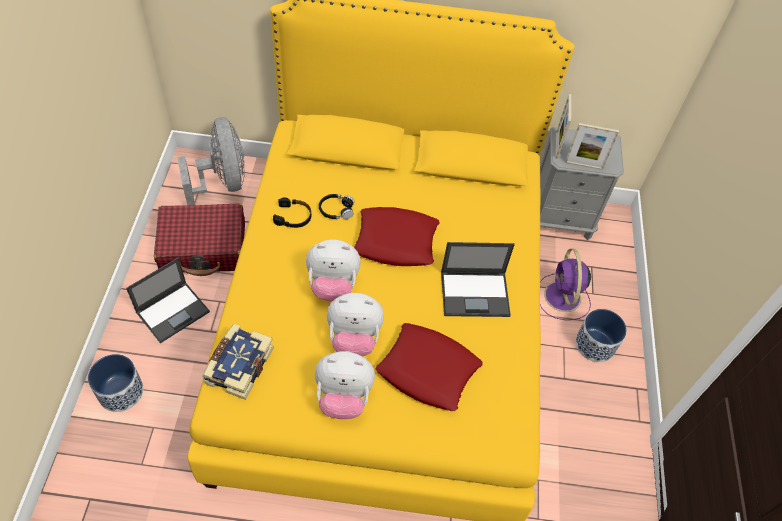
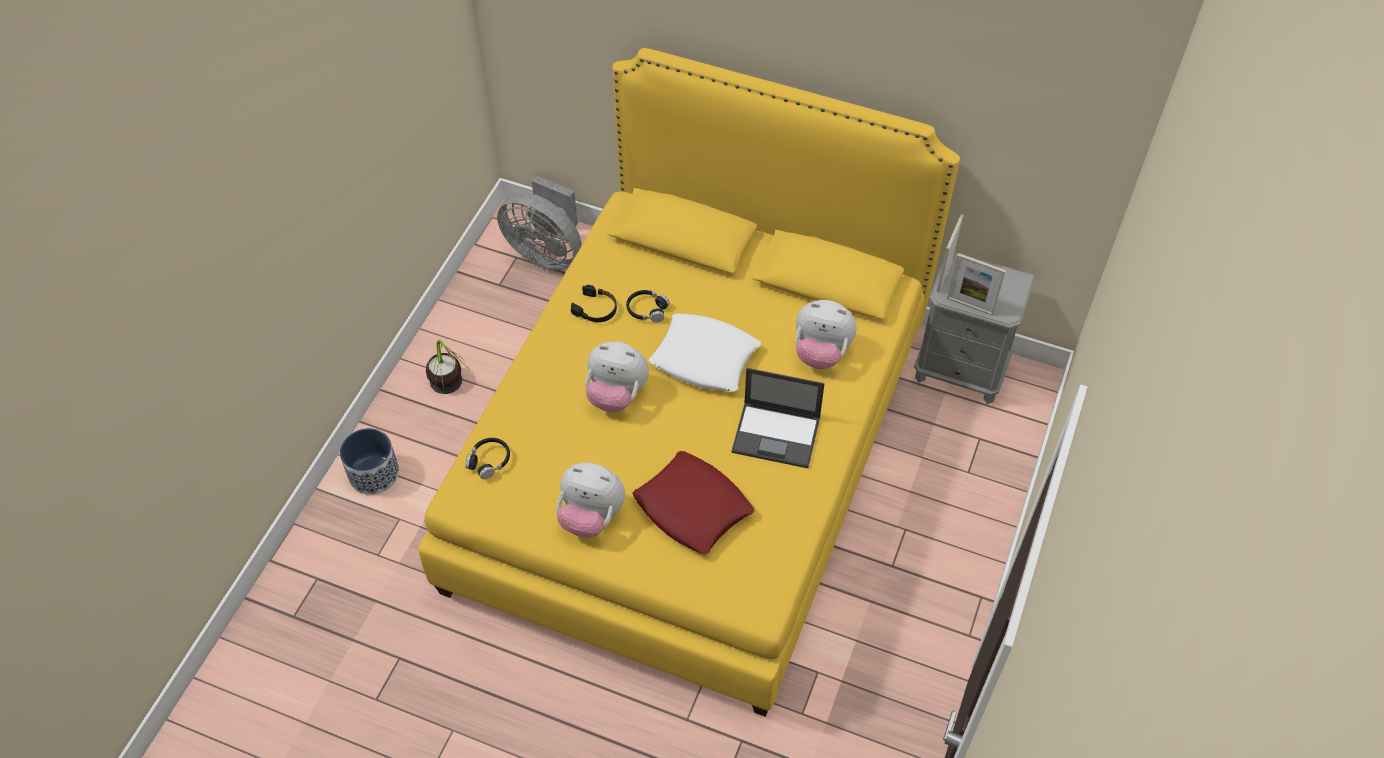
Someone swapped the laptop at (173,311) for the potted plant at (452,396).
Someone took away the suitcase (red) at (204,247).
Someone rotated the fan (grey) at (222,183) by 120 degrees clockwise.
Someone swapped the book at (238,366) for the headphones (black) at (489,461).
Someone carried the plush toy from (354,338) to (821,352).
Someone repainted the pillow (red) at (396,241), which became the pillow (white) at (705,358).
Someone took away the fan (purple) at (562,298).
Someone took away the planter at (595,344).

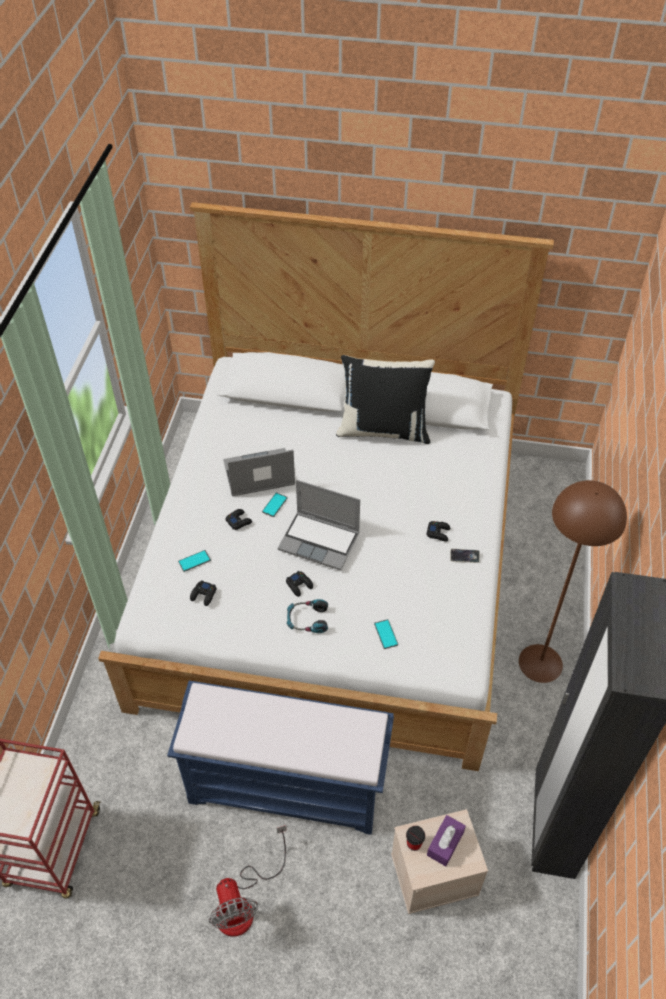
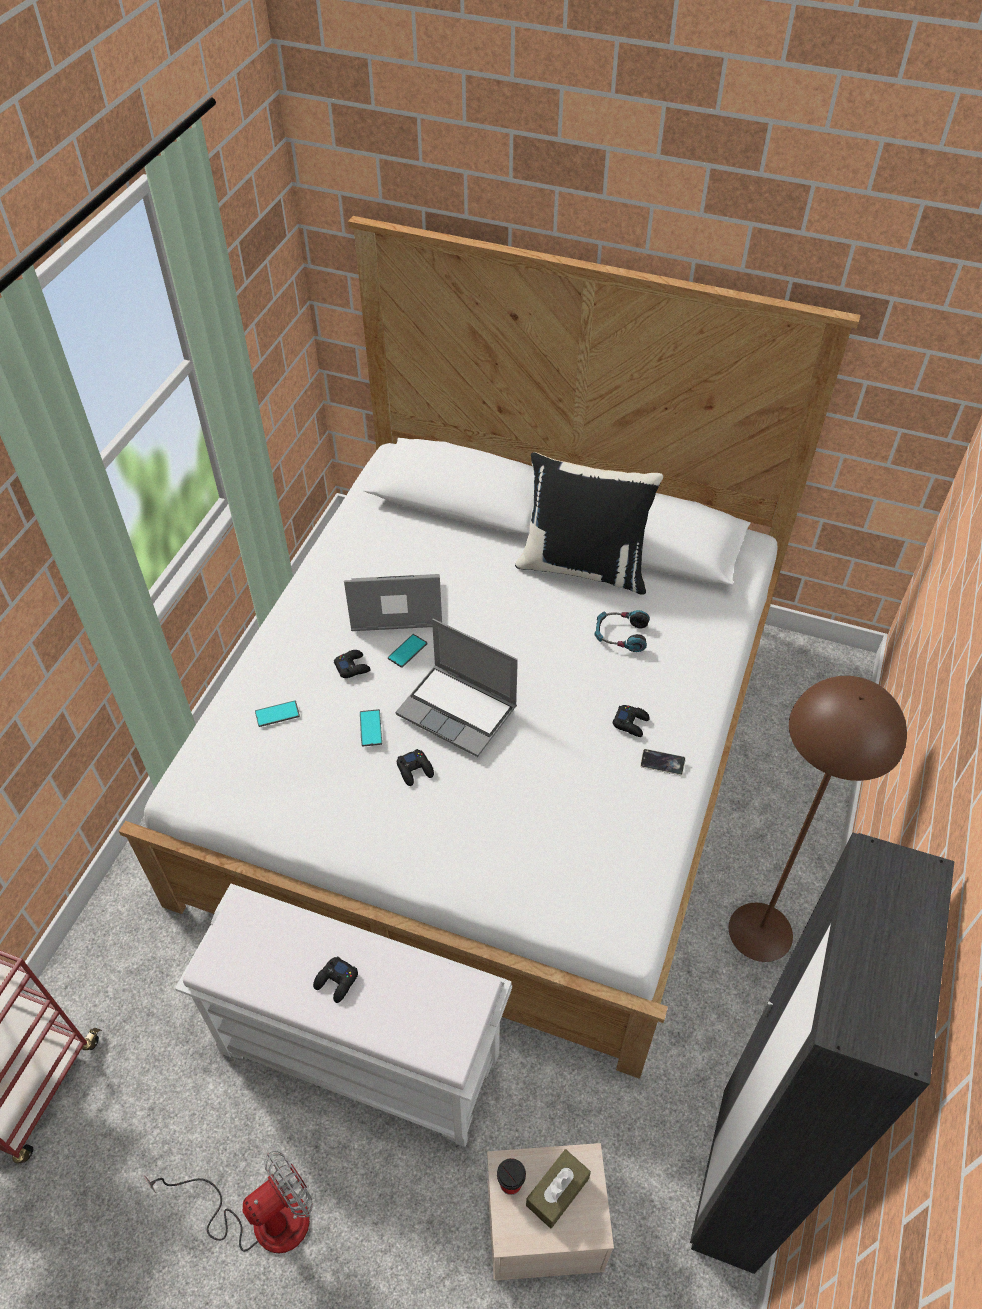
Someone repainted the bench (blue) at (288,786), which became the bench (white) at (362,1052).
Someone carried the game controller (black) from (204,595) to (336,982).
Someone rotated the fan at (243,903) by 120 degrees counterclockwise.
Someone carried the headphones from (307,620) to (621,635).
Someone carried the phone from (385,634) to (370,728).
Someone repainted the tissue box (purple) at (445,843), which became the tissue box (brown) at (557,1192).

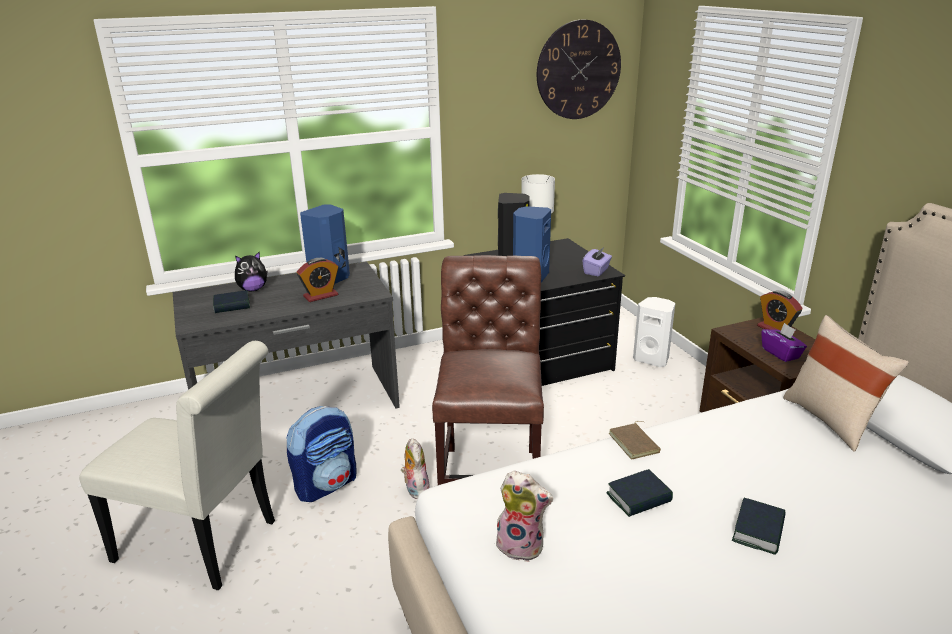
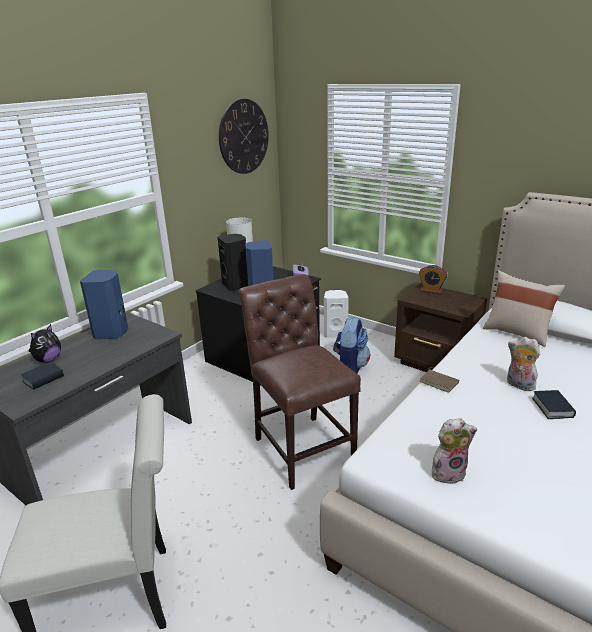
Someone carried the backpack from (327,484) to (350,367).
Someone took away the alarm clock at (320,296).
Someone carried the plush toy from (415,489) to (518,385).
Someone took away the book at (639,498).
Someone took away the tissue box (purple) at (781,353).

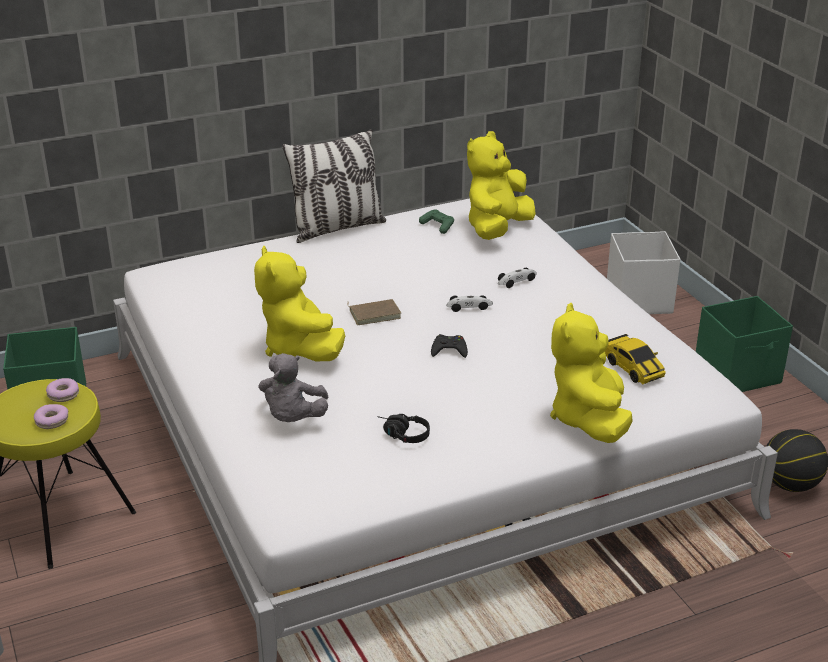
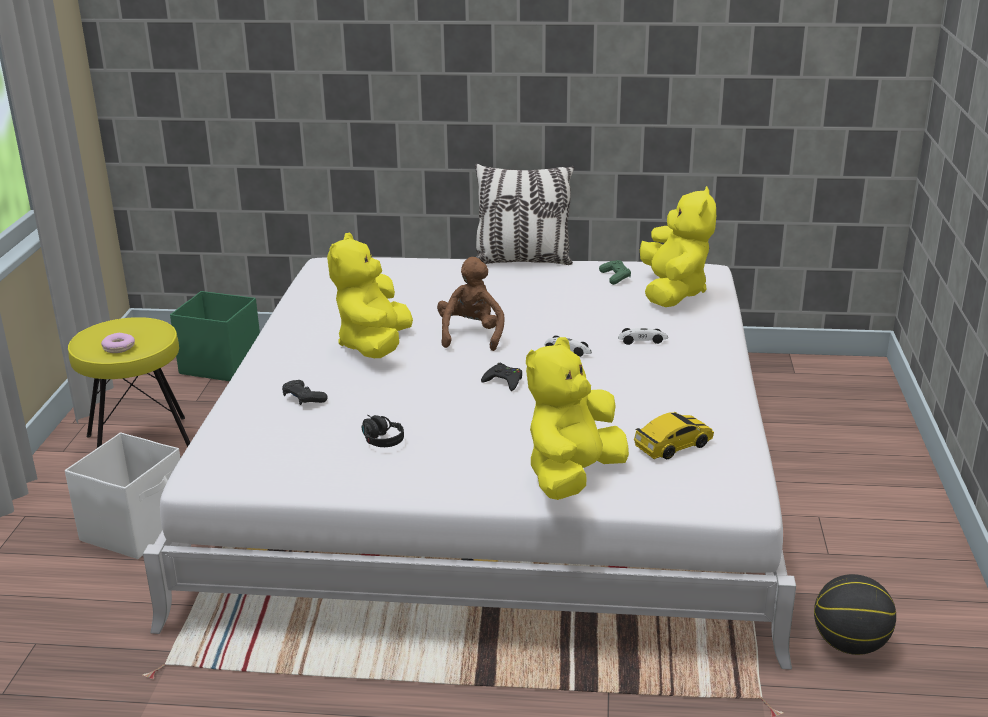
Someone took away the donut at (63,394).
Someone swapped the plush toy (grey) at (293,418) for the game controller (black) at (303,399).
Someone swapped the book (brown) at (374,314) for the plush toy (brown) at (471,335).
Someone rotated the plush toy (yellow) at (497,229) by 120 degrees clockwise.
Someone rotated the toy car at (633,368) by 120 degrees counterclockwise.
Someone carried the storage box (white) from (639,299) to (137,529).
Someone took away the storage box (green) at (738,374).

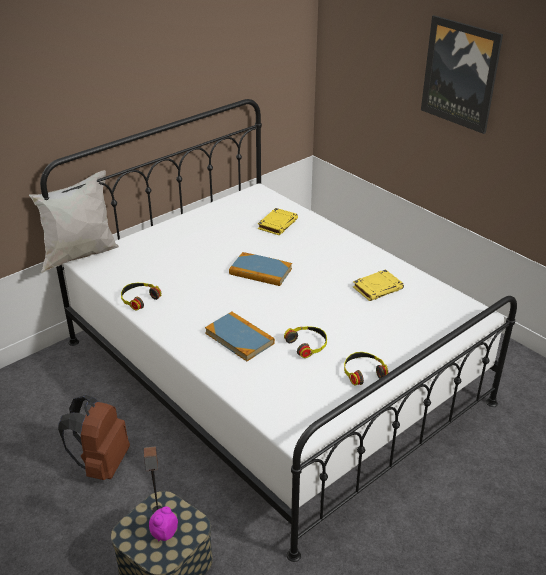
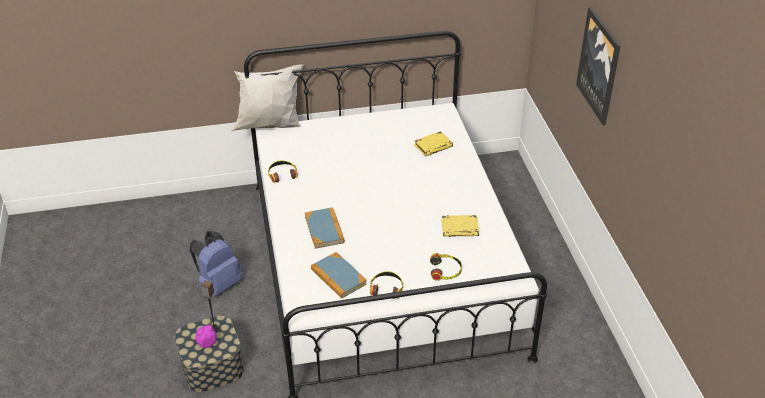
Someone repainted the backpack (brown) at (101,464), which became the backpack (blue) at (218,284).
Someone carried the book from (260,271) to (338,277).
Someone carried the headphones from (307,344) to (445,270).

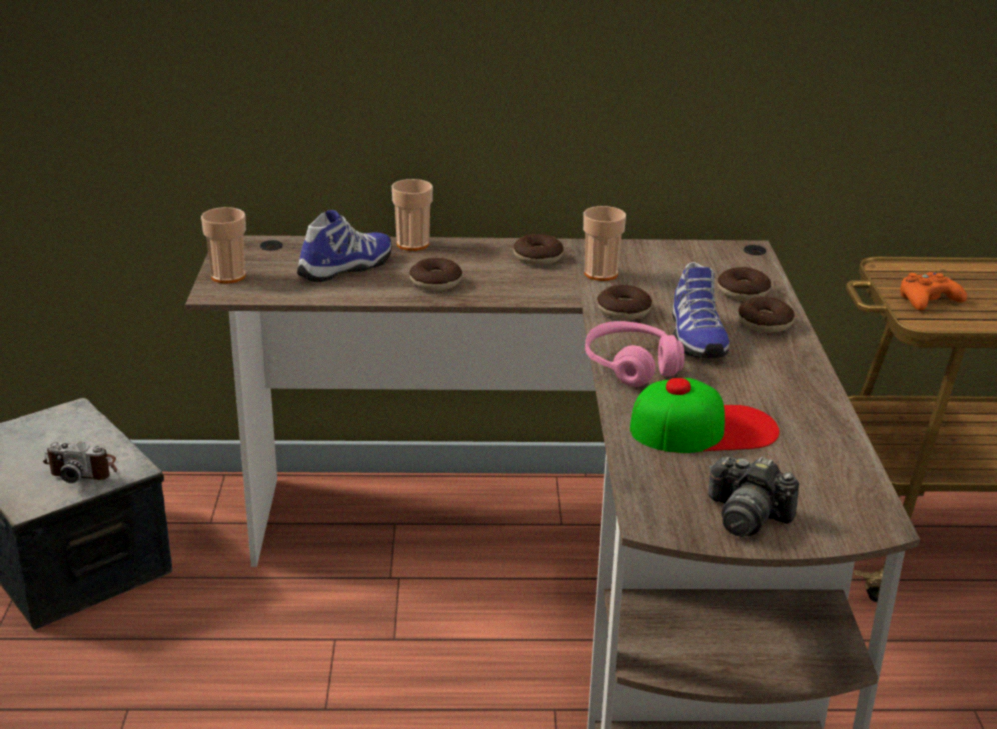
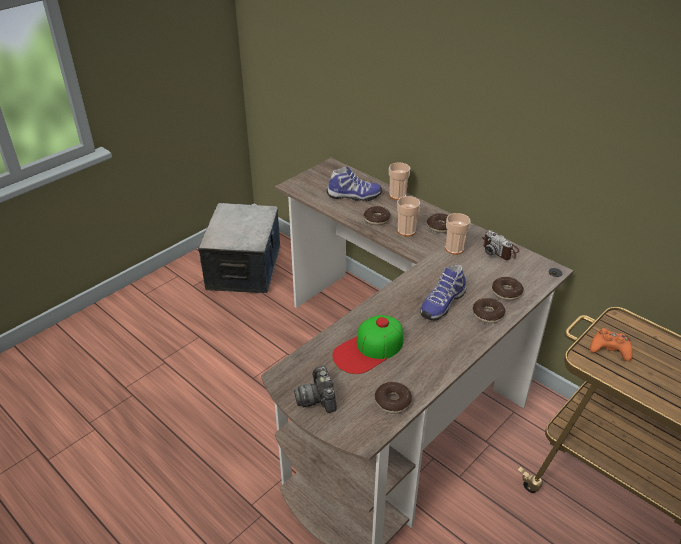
Someone carried the photo camera from (84,469) to (500,250).
Someone carried the cup from (228,276) to (406,231).
Someone took away the headphones (pink) at (631,366).
Someone carried the donut from (623,311) to (392,401).
Someone rotated the cap at (704,428) by 105 degrees clockwise.

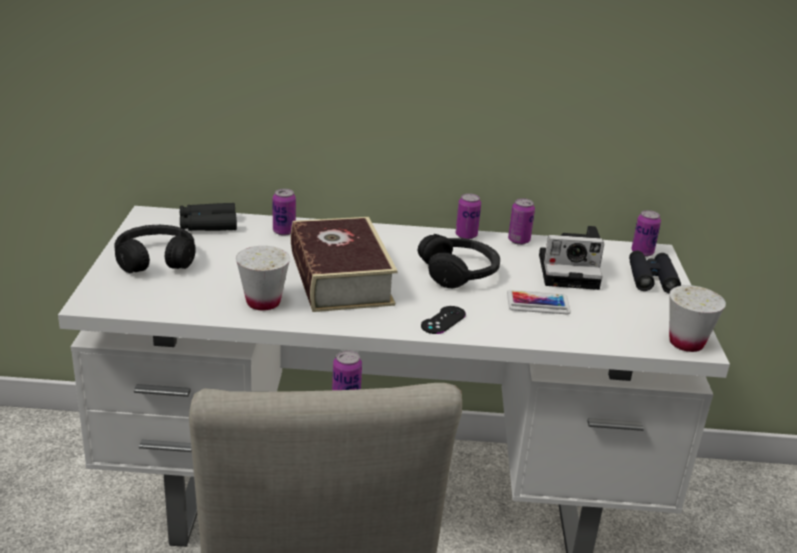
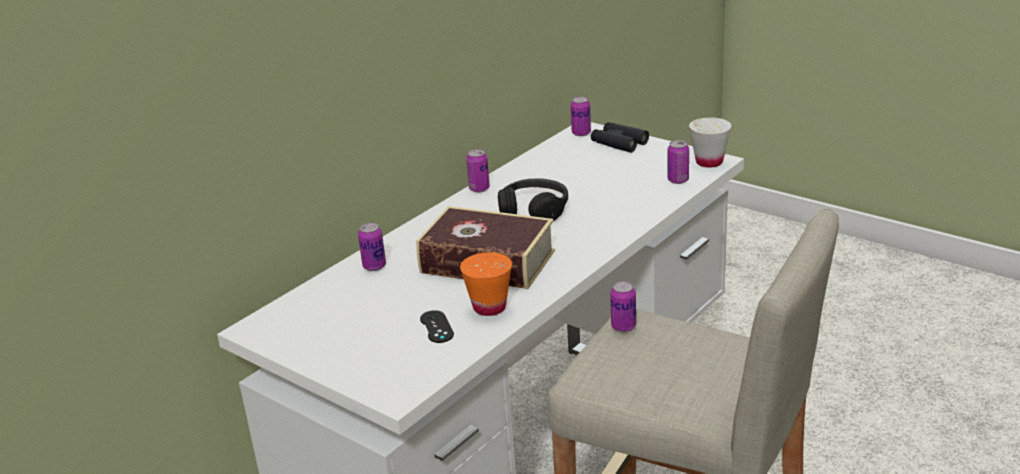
Someone took away the headphones (black) at (155,259).
Someone took away the binoculars (black) at (208,224).
Someone repainted the cup (white) at (263,302), which became the cup (orange) at (489,307).
Someone carried the game controller (black) from (443,320) to (436,327).
Someone took away the phone at (538,303).
Someone carried the can from (519,240) to (678,180).
Someone took away the photo camera at (571,271).

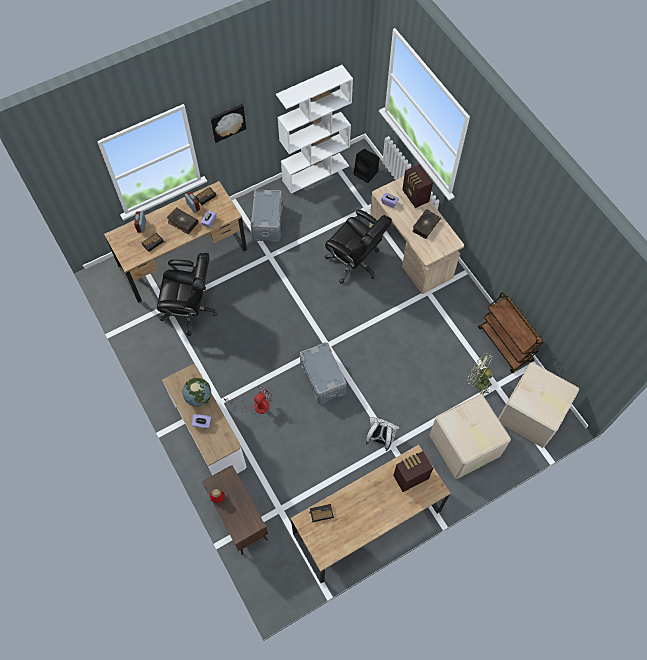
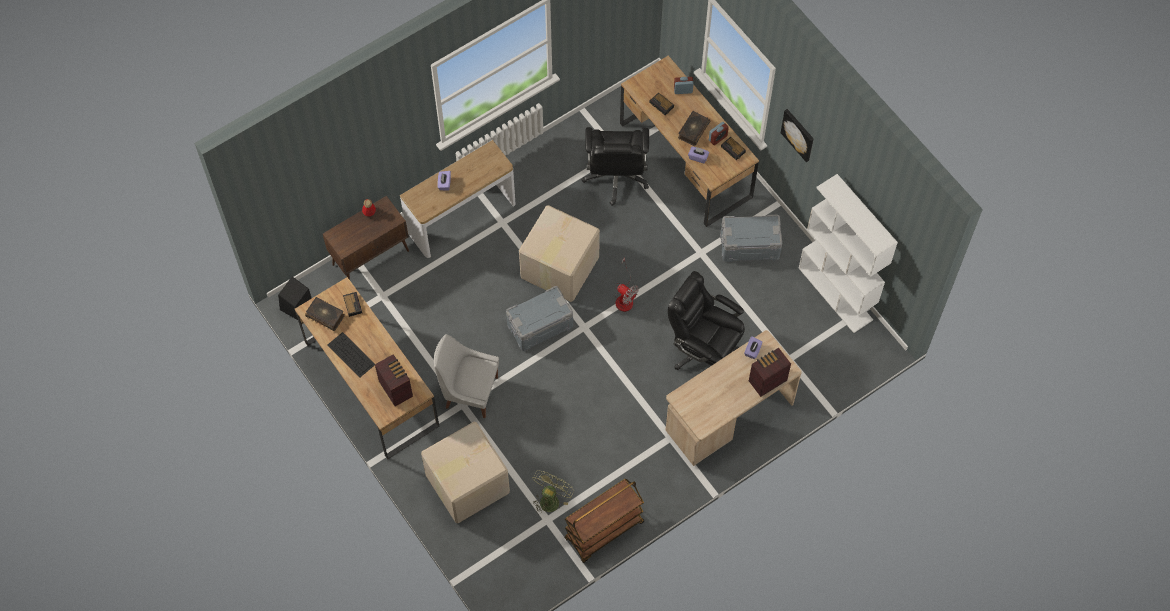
Someone took away the globe at (198,397).
Someone carried the fan from (255,406) to (624,297).
Someone rotated the office chair (black) at (354,262) by 90 degrees clockwise.
Someone carried the speaker (black) from (366,173) to (296,307).
Someone swapped the backpack (white) at (380,439) for the chair (white) at (469,392).
Someone carried the book from (425,226) to (325,316).
Someone carried the cardboard box from (531,415) to (558,267).
Someone put down the keyboard at (350,354).

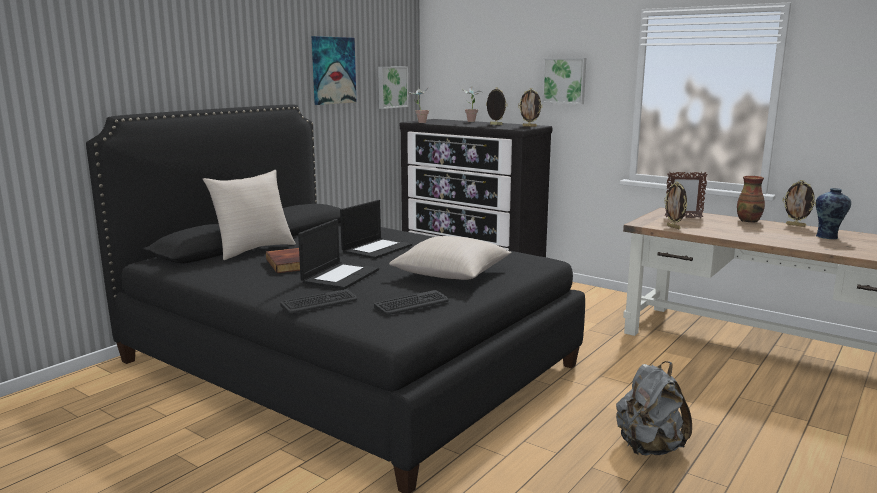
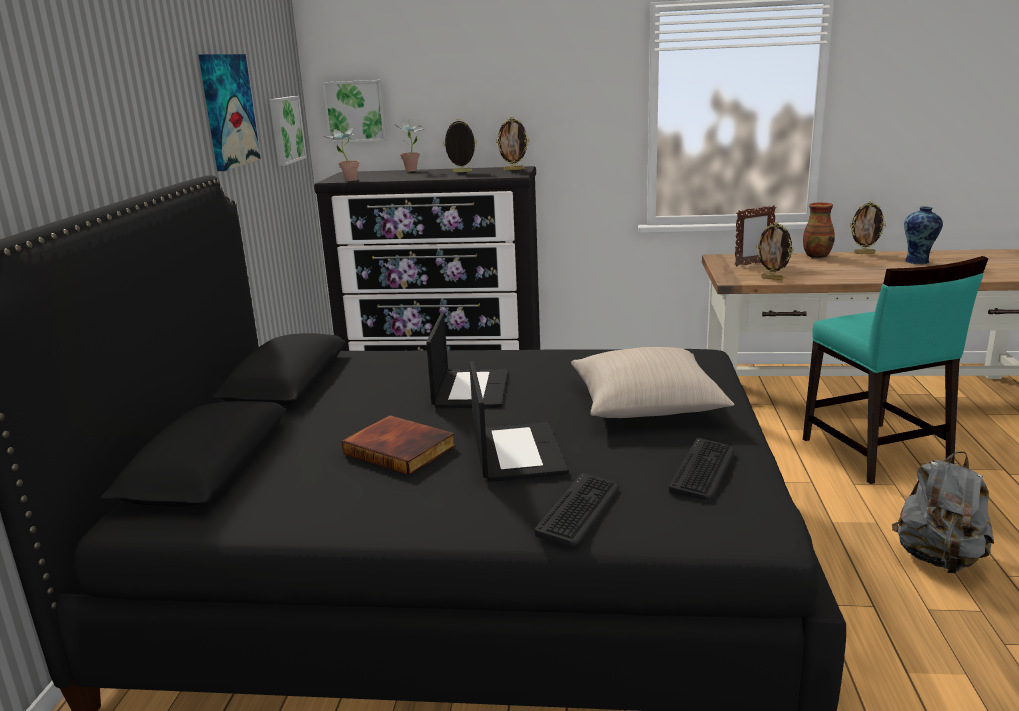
Someone took away the pillow (beige) at (253,249).
Someone carried the picture from (564,80) to (355,111).
Someone put down the chair (turquoise) at (875,453).

